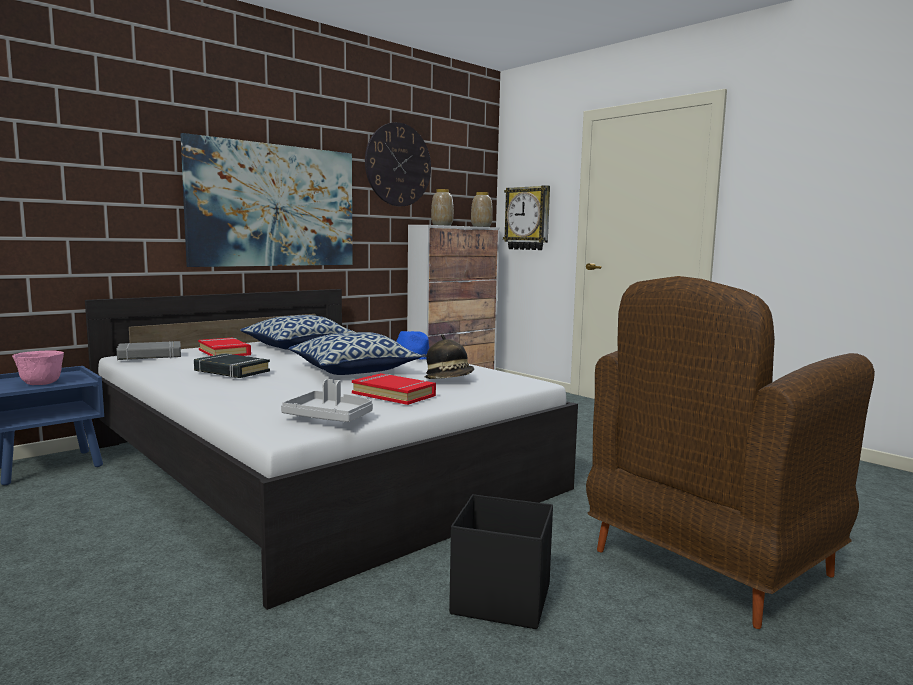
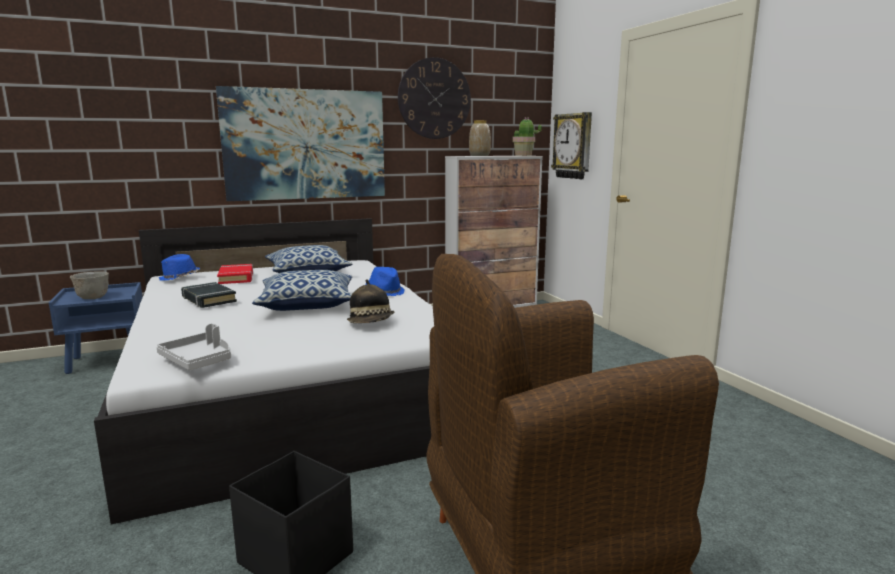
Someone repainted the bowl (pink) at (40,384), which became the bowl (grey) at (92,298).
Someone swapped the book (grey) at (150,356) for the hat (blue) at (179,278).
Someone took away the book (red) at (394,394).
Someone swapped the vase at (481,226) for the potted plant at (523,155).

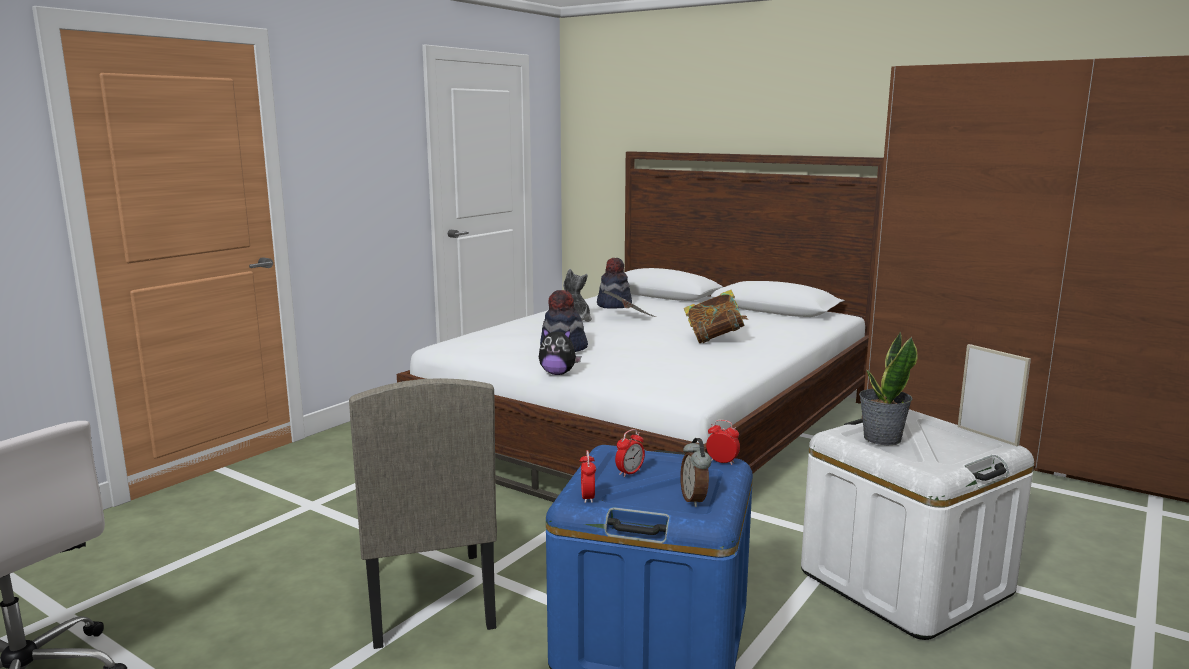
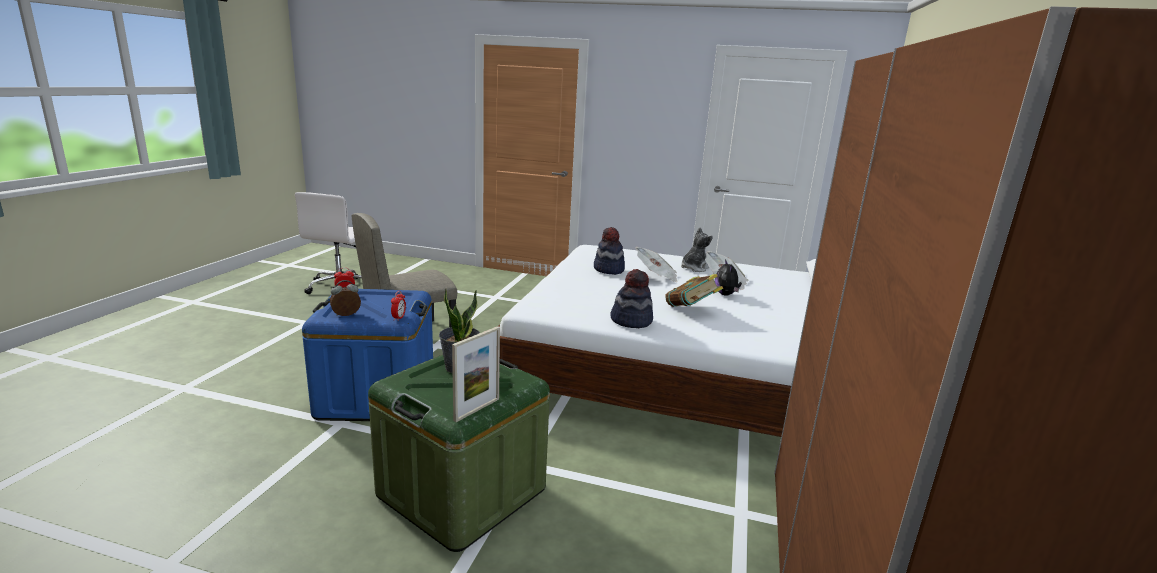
Someone carried the plush toy from (558,373) to (726,294).
Someone carried the hat from (613,305) to (631,321).
Someone took away the alarm clock at (629,472).
Someone repainted the storage box (white) at (905,582), which became the storage box (green) at (462,492).
Someone put down the newspaper at (656,276).

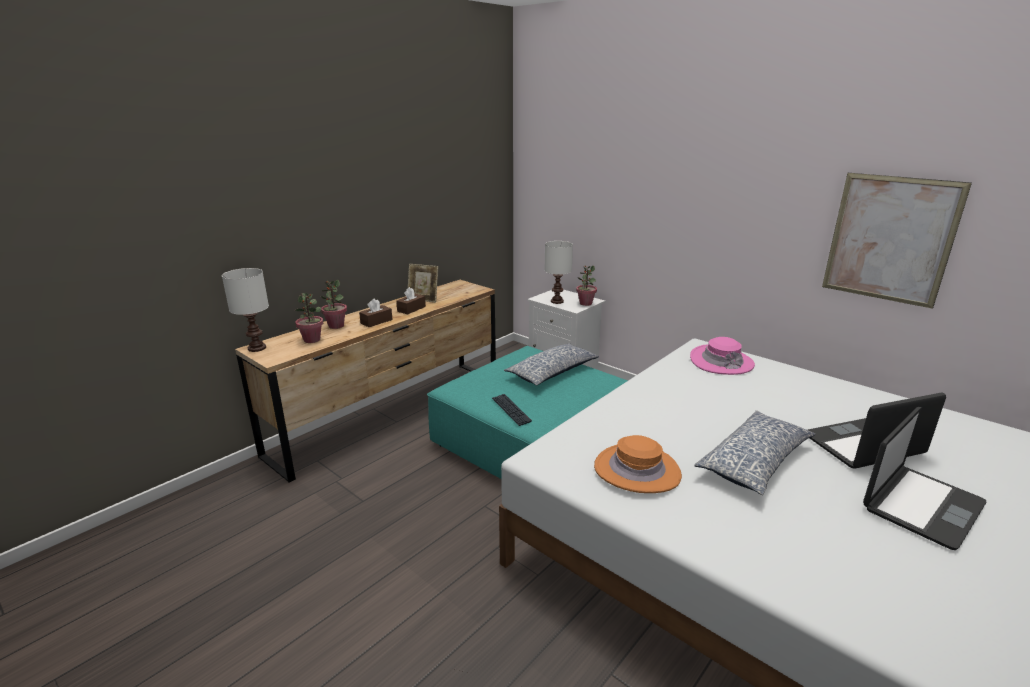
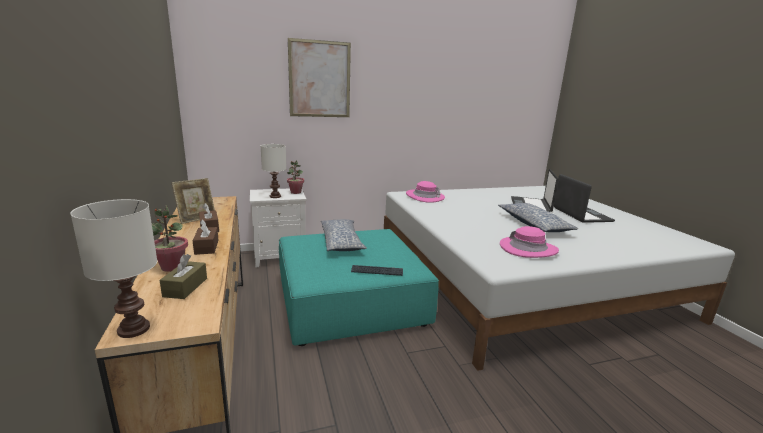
Someone swapped the potted plant at (312,340) for the tissue box (brown) at (185,287).
Someone repainted the hat (orange) at (637,470), which became the hat (pink) at (528,248).
Someone carried the picture from (890,239) to (320,79).

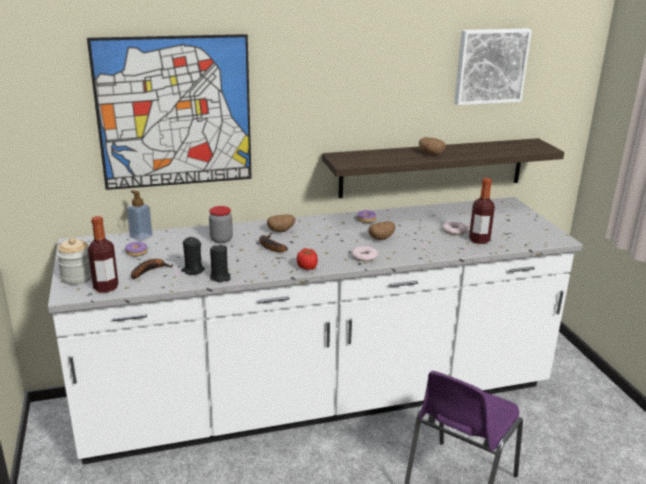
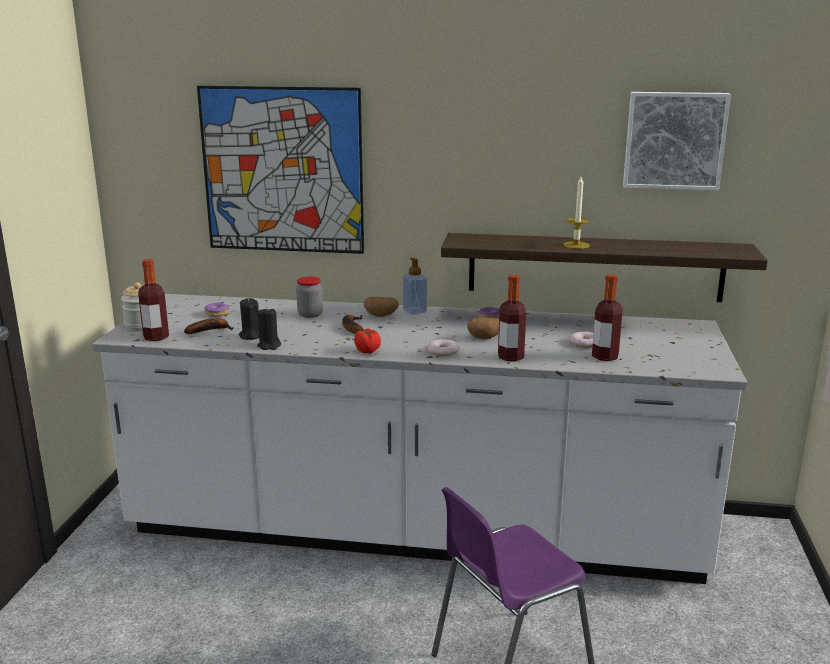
Someone carried the soap dispenser from (141,237) to (414,311).
Someone swapped the potato at (430,154) for the candle at (576,245).
Someone put down the bottle at (510,357).

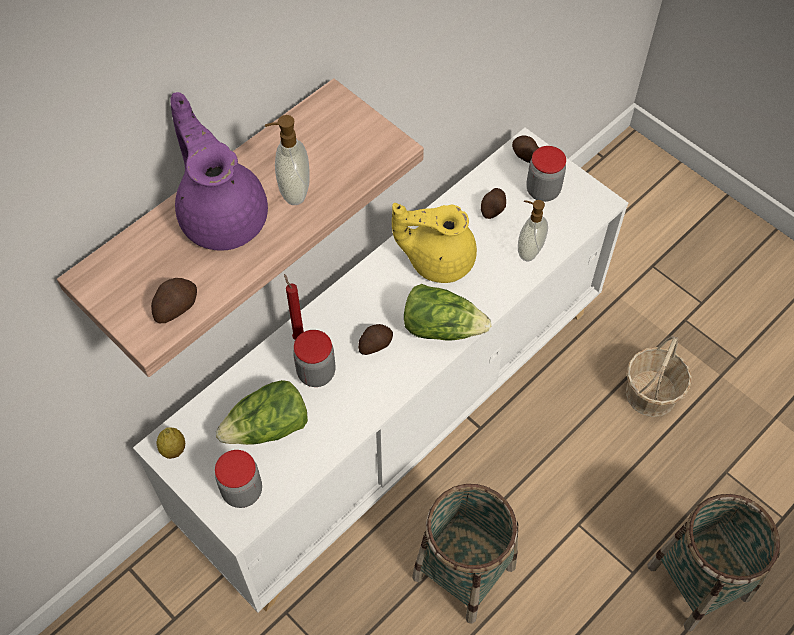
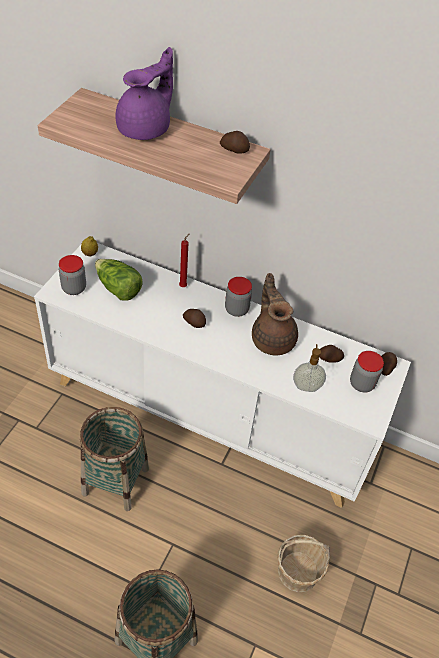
Someone carried the potato from (175,307) to (234,149).
Someone took away the soap dispenser at (293,191).
Someone carried the jar from (316,373) to (236,309).
Someone repainted the teapot (yellow) at (437,259), which became the teapot (brown) at (272,338).
Someone took away the lettuce at (442,326).

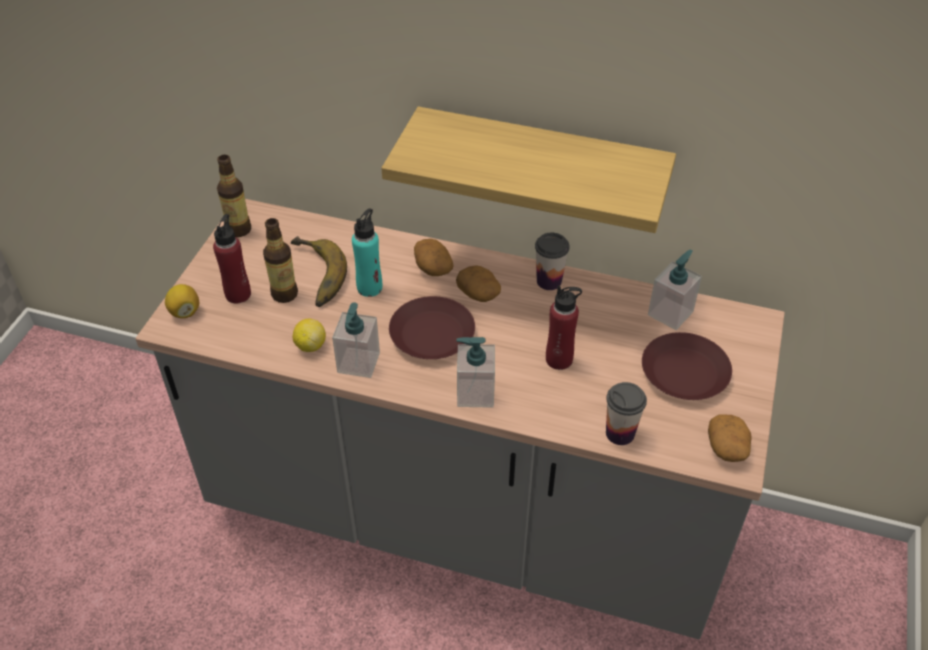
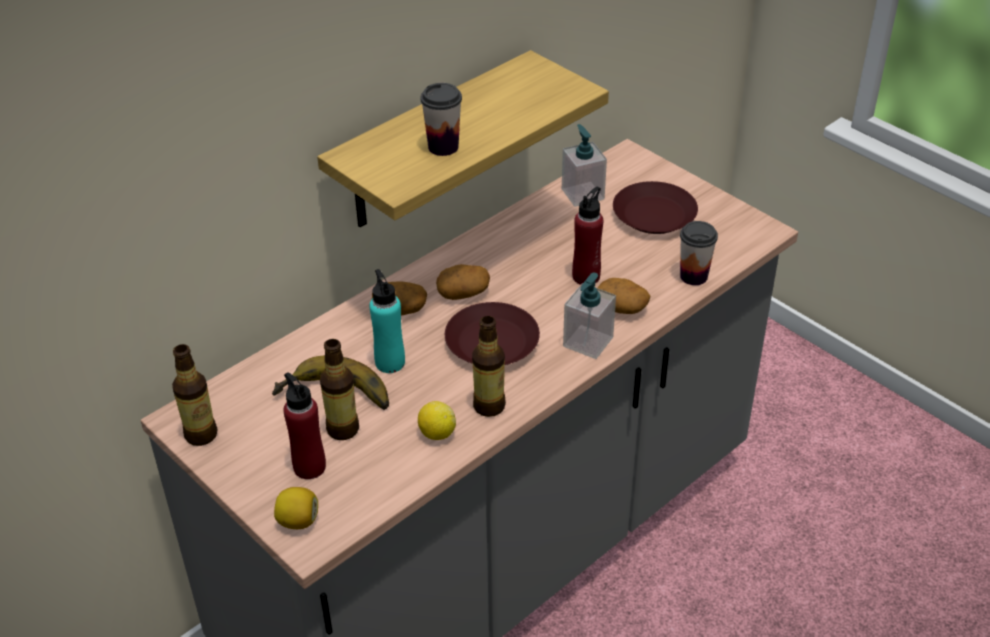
Someone swapped the soap dispenser at (358,363) for the bottle at (489,406).
Someone carried the cup from (549,281) to (443,147).
Someone carried the potato from (727,448) to (621,307).

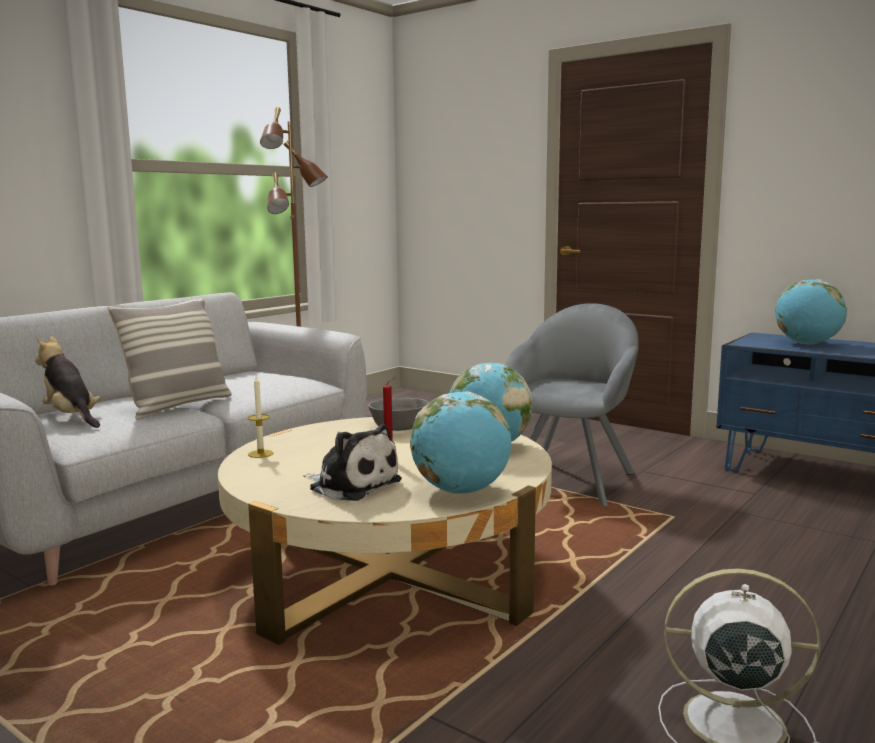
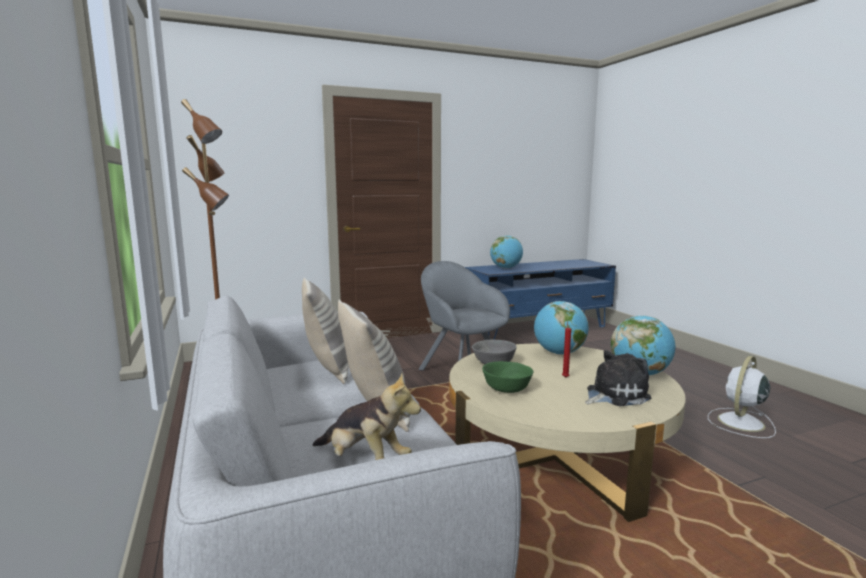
Someone rotated the plush toy at (72,418) by 135 degrees counterclockwise.
Someone took away the candle at (260,454).
Someone put down the pillow at (328,368).
Someone put down the bowl (green) at (506,388).

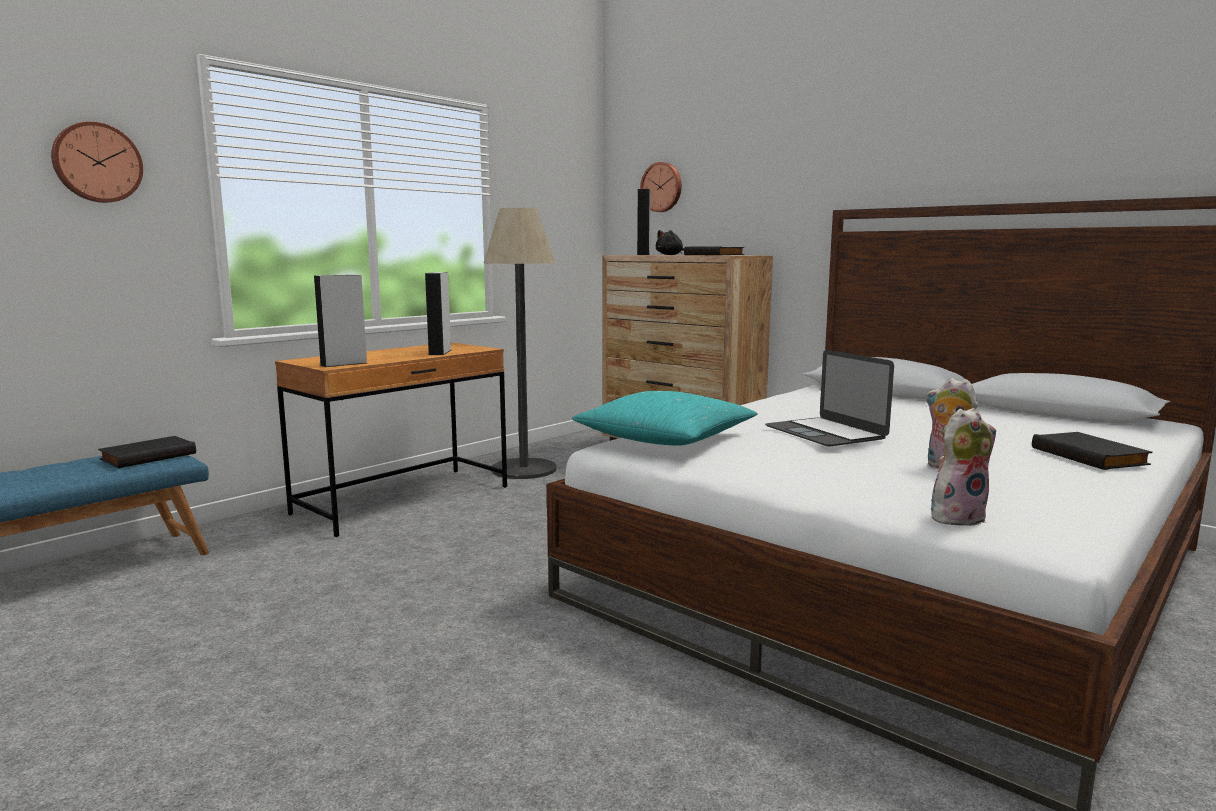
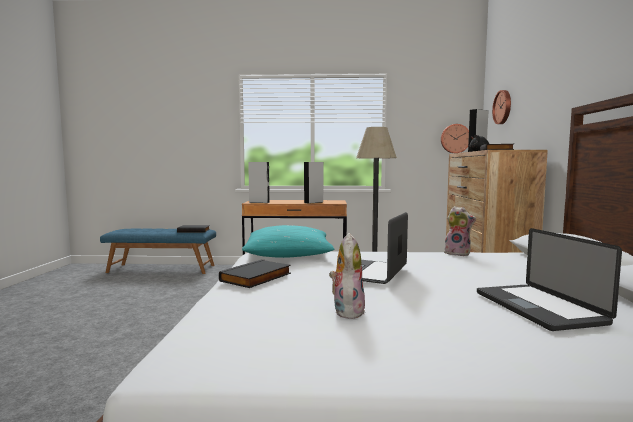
Someone carried the wall clock from (97,163) to (455,138).
Someone carried the plush toy from (957,517) to (458,253).
Someone carried the book (black) from (1091,456) to (257,278).
Someone put down the laptop at (537,308).

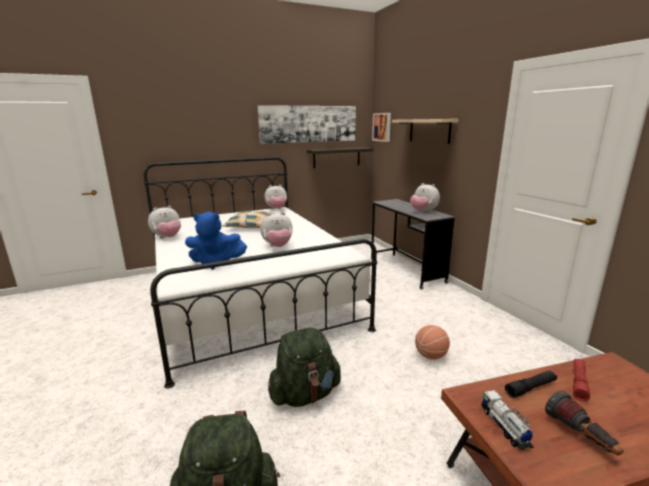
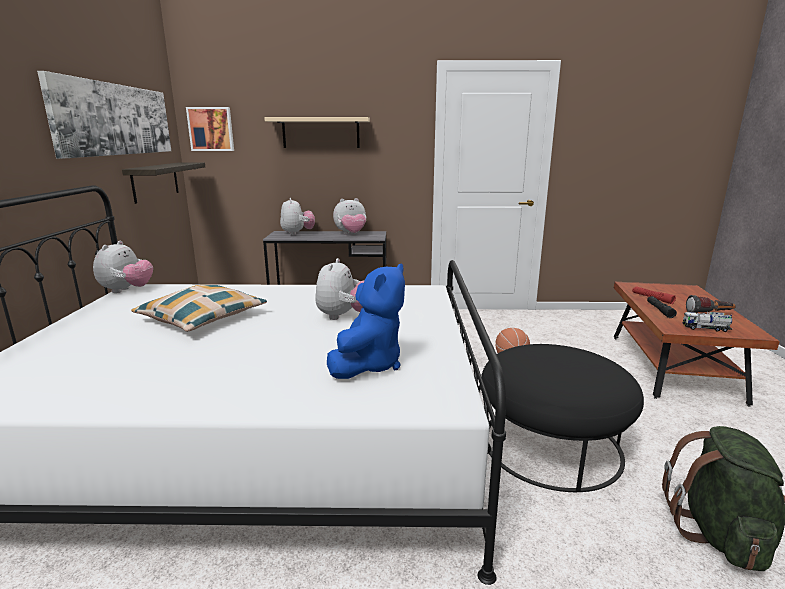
Someone carried the plush toy from (167,238) to (297,233).
Someone swapped the backpack (green) at (305,394) for the ottoman (black) at (550,444).

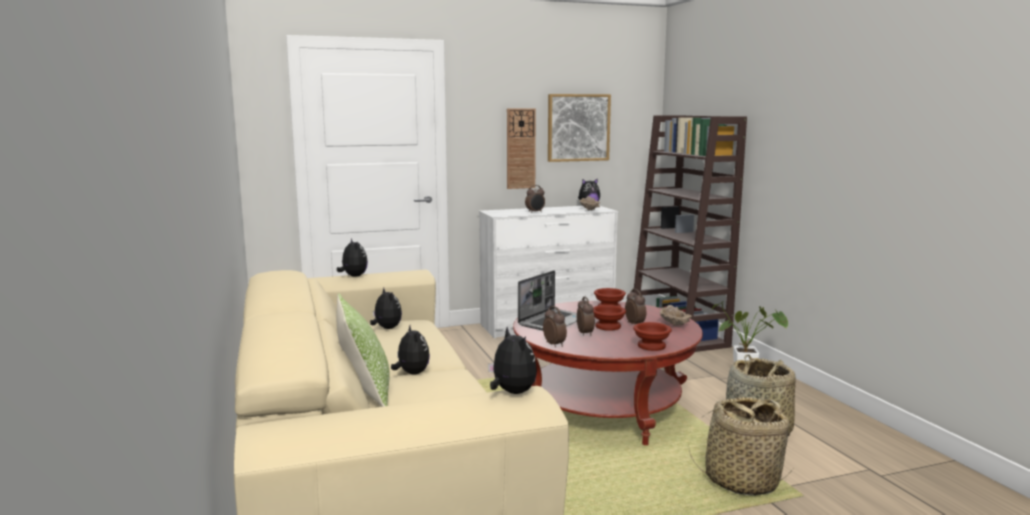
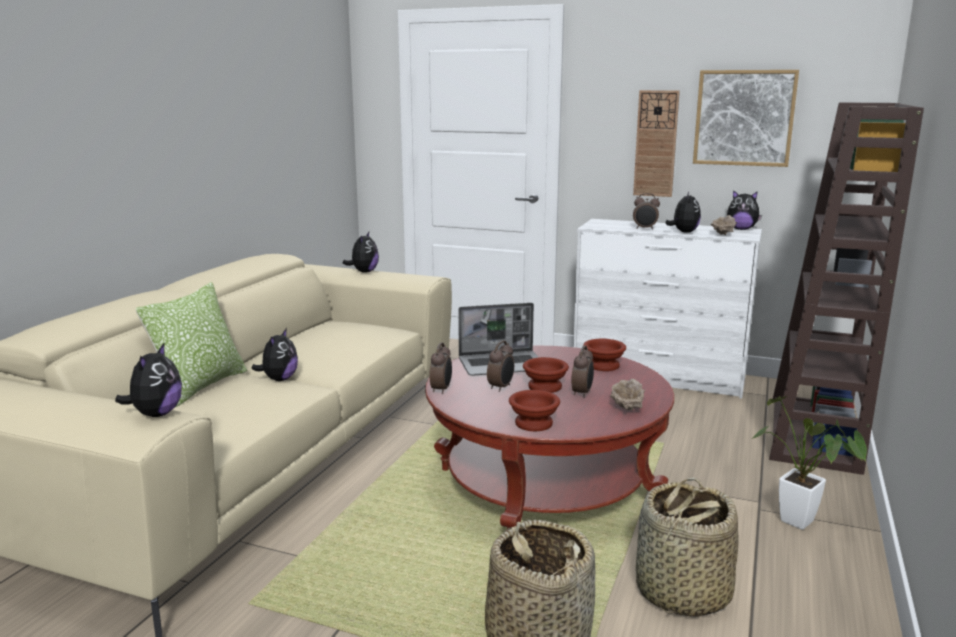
Someone carried the plush toy from (386,328) to (683,232).

